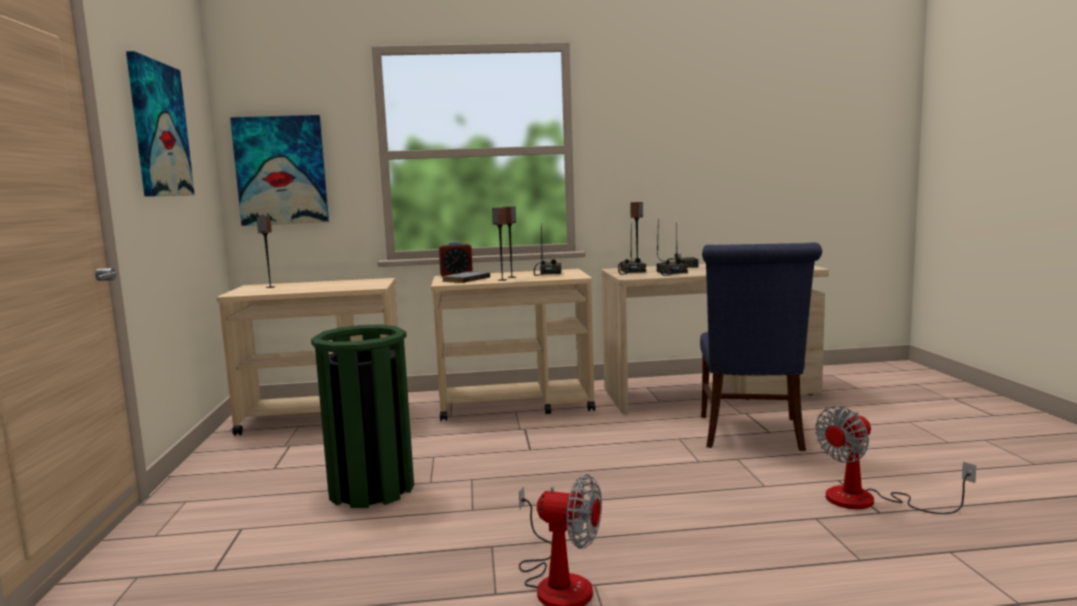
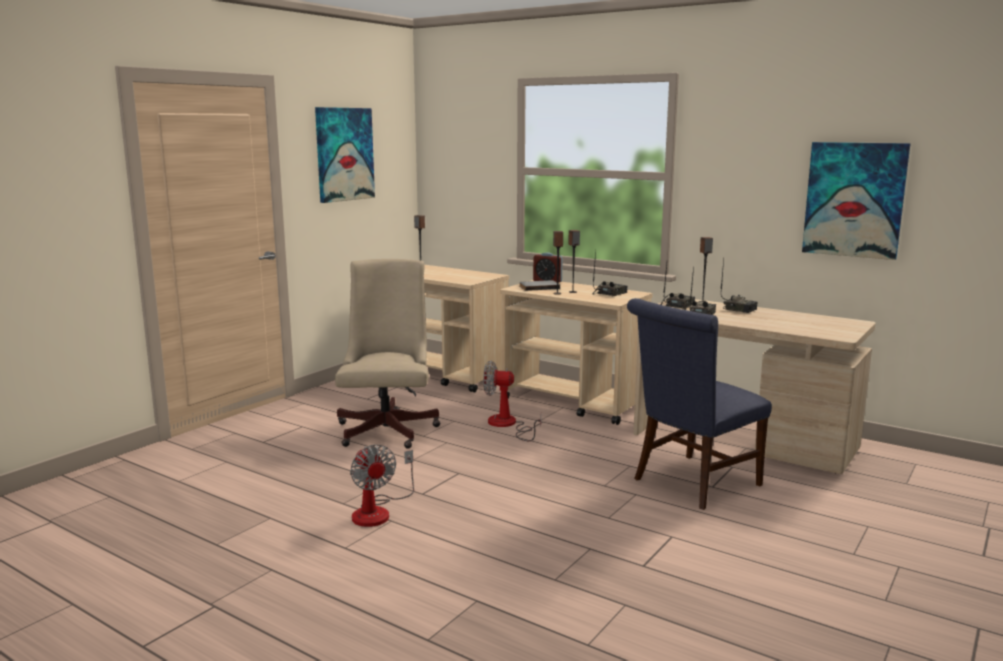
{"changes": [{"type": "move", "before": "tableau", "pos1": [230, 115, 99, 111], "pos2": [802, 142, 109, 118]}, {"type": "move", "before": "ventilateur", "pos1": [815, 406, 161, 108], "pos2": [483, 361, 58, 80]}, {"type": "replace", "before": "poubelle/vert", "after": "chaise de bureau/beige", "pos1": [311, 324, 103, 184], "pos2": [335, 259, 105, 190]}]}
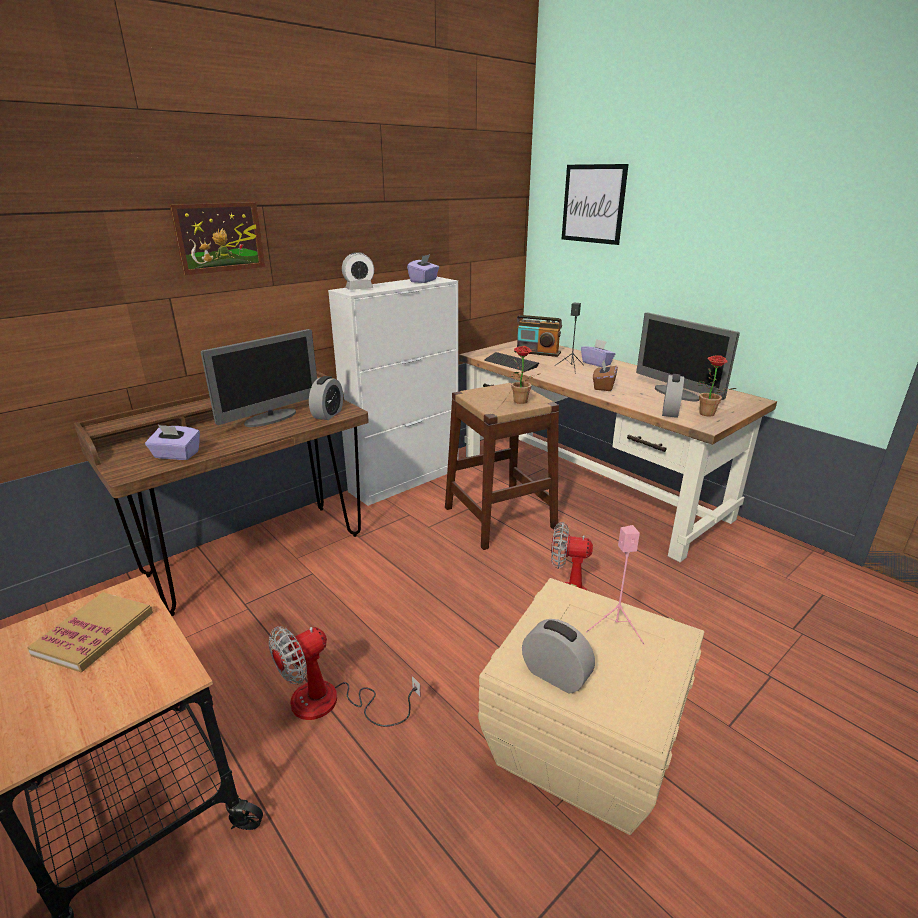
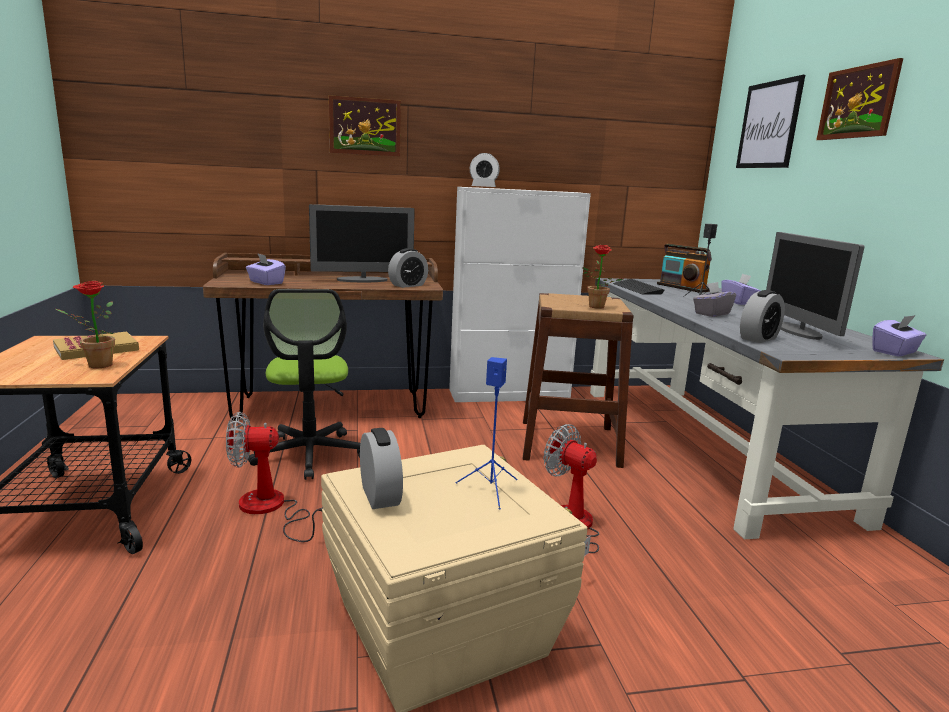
{"changes": [{"type": "insert", "after": "chaise de bureau", "pos2": [248, 289, 112, 191]}, {"type": "insert", "after": "tableau", "pos2": [816, 58, 87, 82]}, {"type": "move", "before": "boîte à mouchoirs/violet", "pos1": [407, 254, 32, 29], "pos2": [872, 315, 55, 42]}, {"type": "move", "before": "plante en pot", "pos1": [697, 355, 39, 62], "pos2": [56, 281, 59, 87]}, {"type": "recolor", "before": "bureau/marron", "after": "bureau/gris", "pos1": [459, 340, 318, 222], "pos2": [590, 278, 354, 261]}, {"type": "recolor", "before": "enceinte/rose", "after": "enceinte/bleu", "pos1": [586, 525, 59, 120], "pos2": [456, 357, 61, 153]}, {"type": "recolor", "before": "boîte à mouchoirs/marron", "after": "boîte à mouchoirs/gris", "pos1": [593, 360, 25, 31], "pos2": [693, 282, 43, 35]}]}
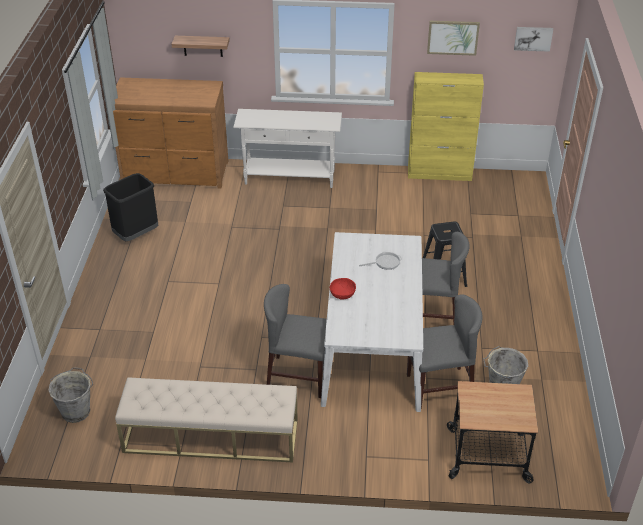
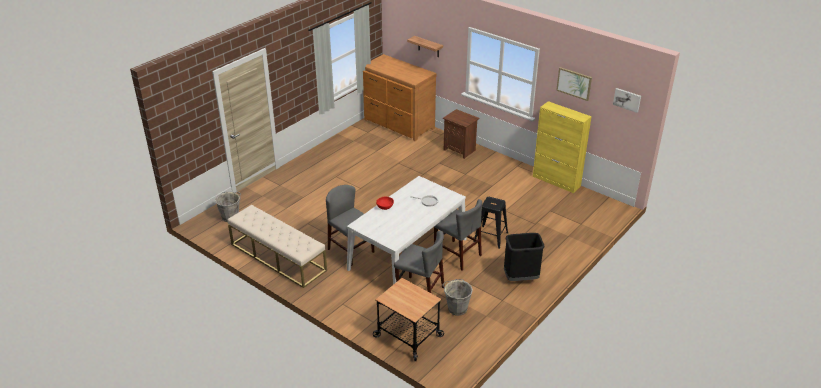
{"changes": [{"type": "move", "before": "poubelle/noir", "pos1": [103, 173, 55, 68], "pos2": [504, 233, 41, 48]}, {"type": "replace", "before": "table console/blanc", "after": "table de chevet/marron", "pos1": [233, 109, 109, 79], "pos2": [443, 109, 37, 50]}]}
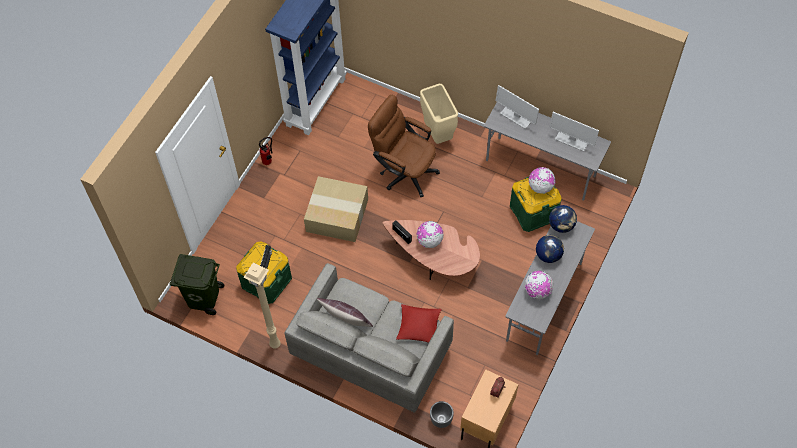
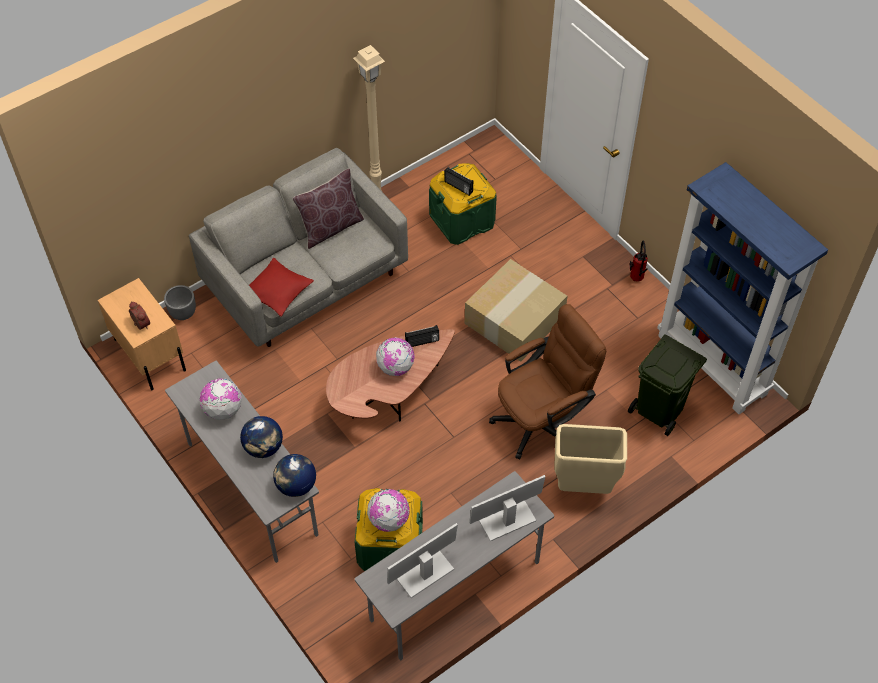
{"changes": [{"type": "move", "before": "poubelle/vert", "pos1": [170, 254, 54, 61], "pos2": [628, 335, 79, 101]}]}
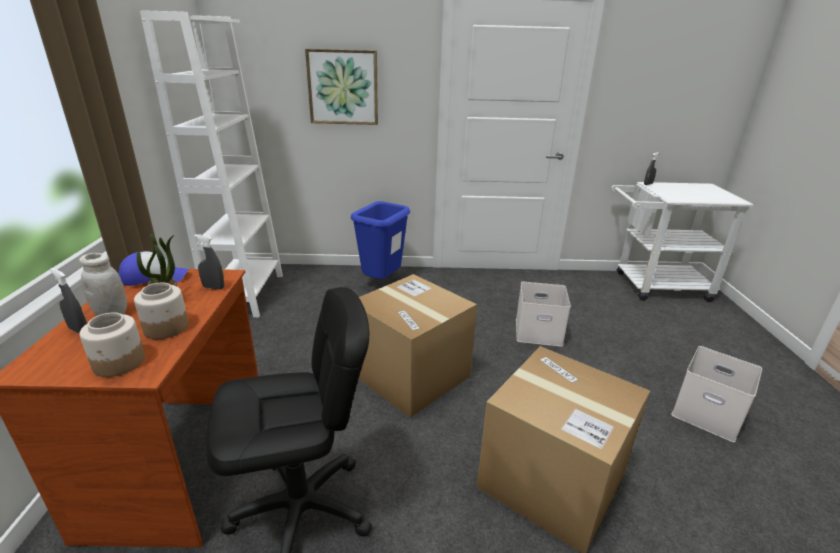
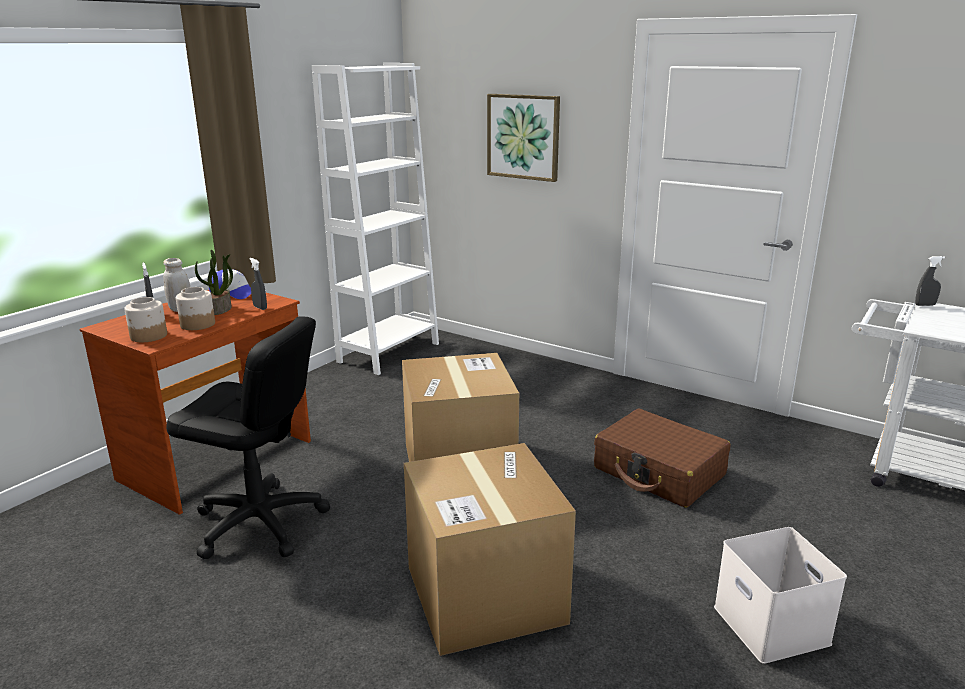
{"changes": [{"type": "delete", "before": "poubelle/bleu", "pos1": [351, 201, 59, 78]}, {"type": "replace", "before": "boîte de rangement/blanc", "after": "valise/marron", "pos1": [516, 282, 55, 65], "pos2": [594, 409, 137, 99]}]}
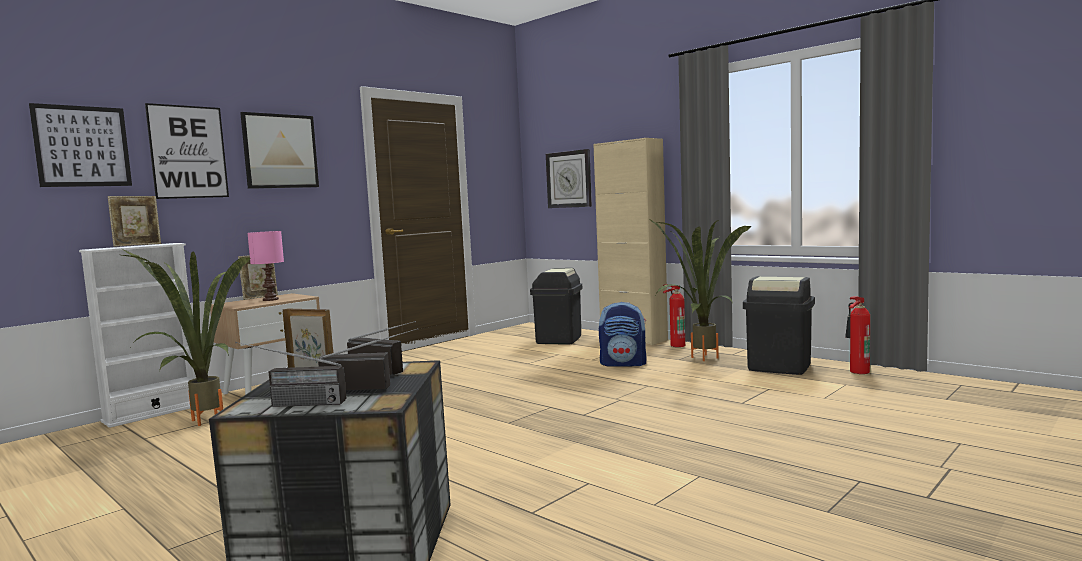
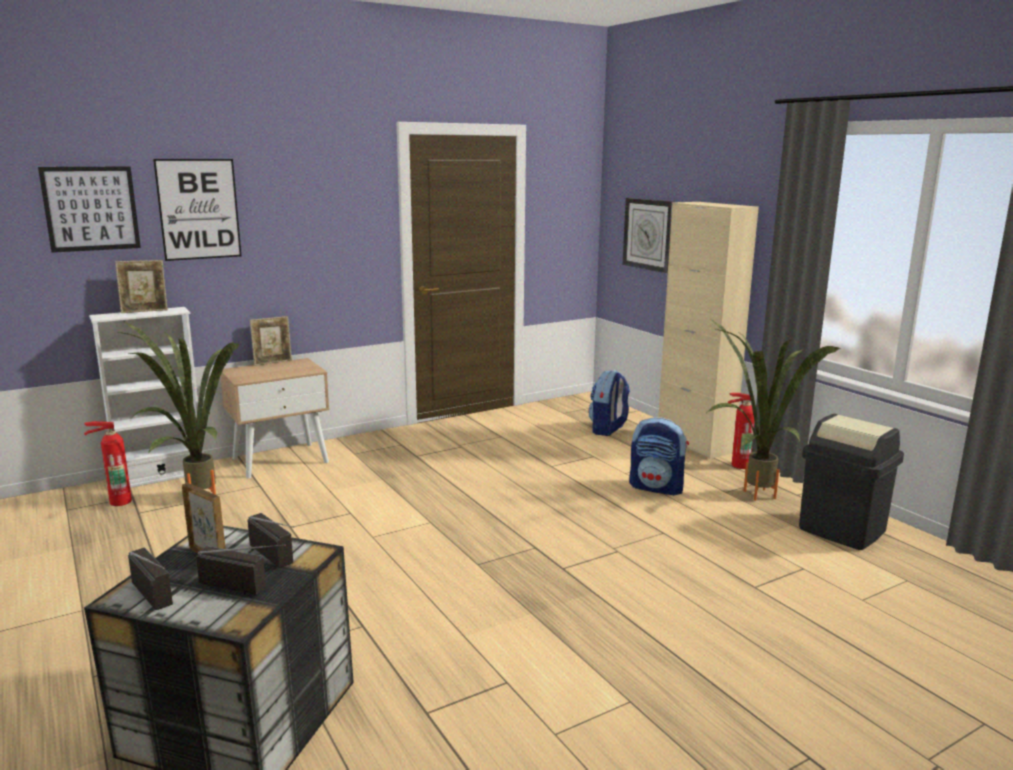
{"changes": [{"type": "delete", "before": "tableau", "pos1": [240, 112, 79, 77]}, {"type": "delete", "before": "lampe de table/rose", "pos1": [247, 231, 37, 70]}, {"type": "move", "before": "extincteur", "pos1": [845, 296, 25, 78], "pos2": [84, 421, 48, 85]}, {"type": "replace", "before": "poubelle/noir", "after": "sac à dos", "pos1": [530, 268, 52, 76], "pos2": [588, 370, 42, 66]}, {"type": "rotate", "before": "radio", "pos1": [235, 342, 111, 65], "pos2": [128, 547, 45, 63], "turn": -150}]}
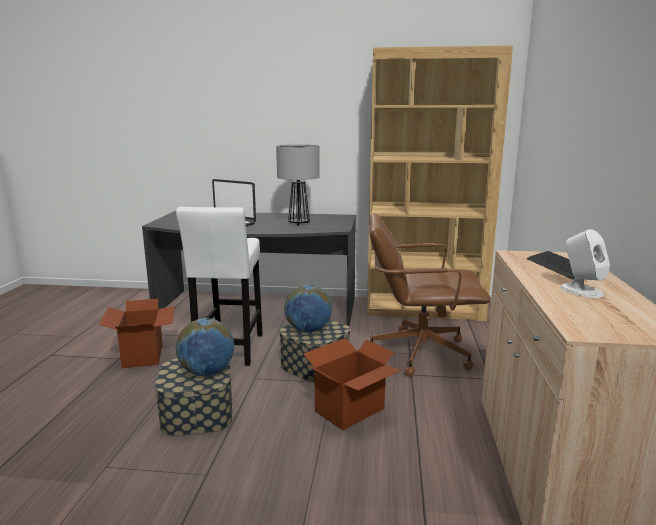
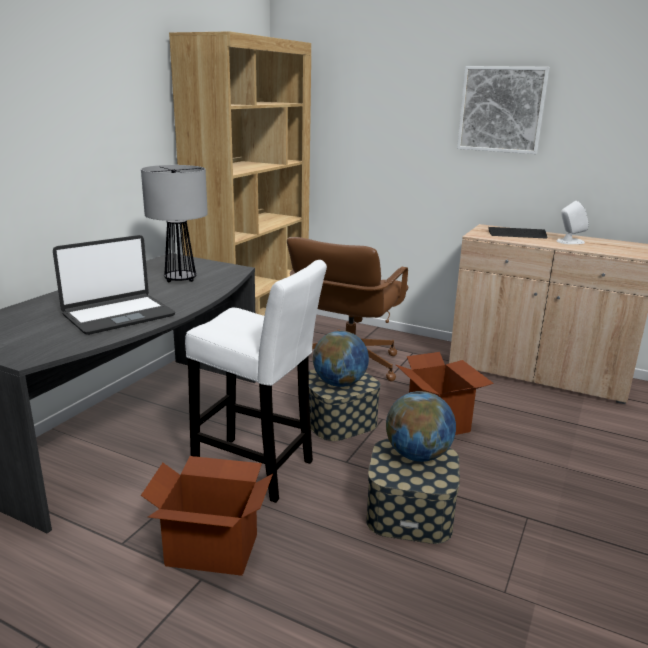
{"changes": [{"type": "insert", "after": "tableau", "pos2": [457, 66, 93, 88]}]}
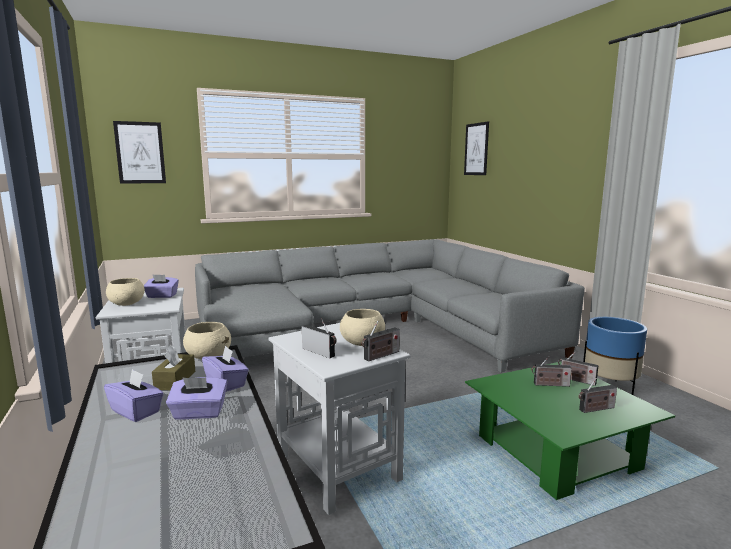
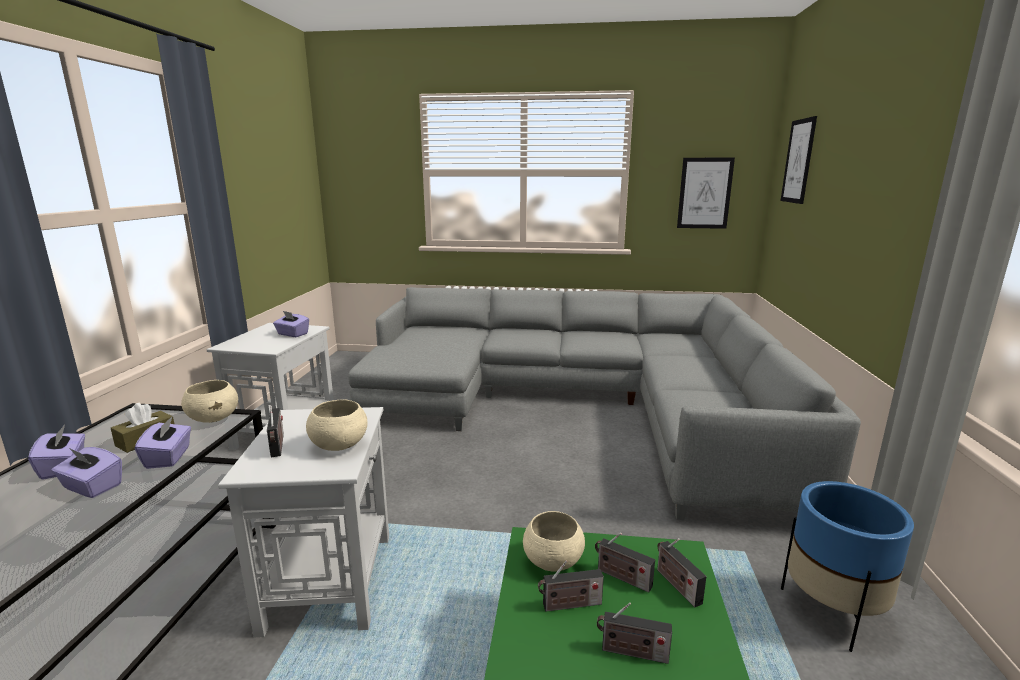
{"changes": [{"type": "move", "before": "bol/beige", "pos1": [106, 278, 39, 28], "pos2": [523, 511, 62, 61]}, {"type": "move", "before": "tableau", "pos1": [113, 121, 53, 63], "pos2": [677, 158, 58, 71]}, {"type": "move", "before": "radio", "pos1": [362, 321, 38, 41], "pos2": [538, 561, 66, 51]}]}
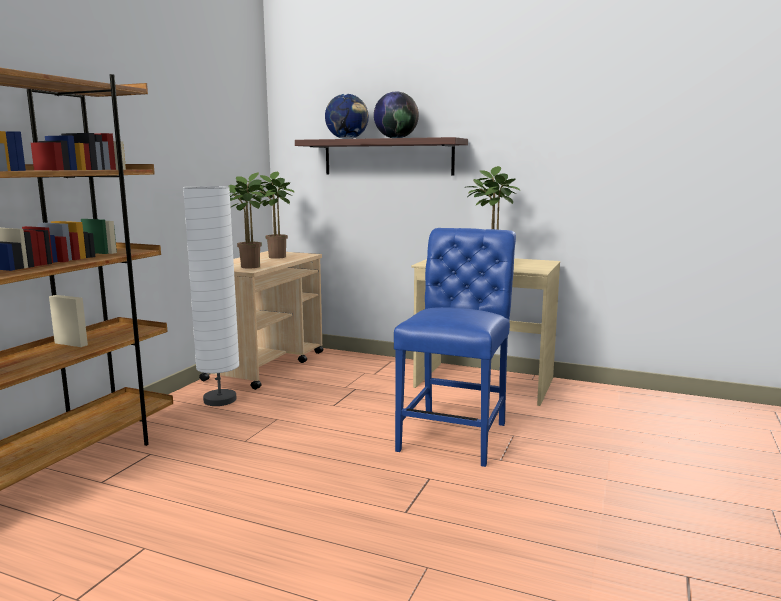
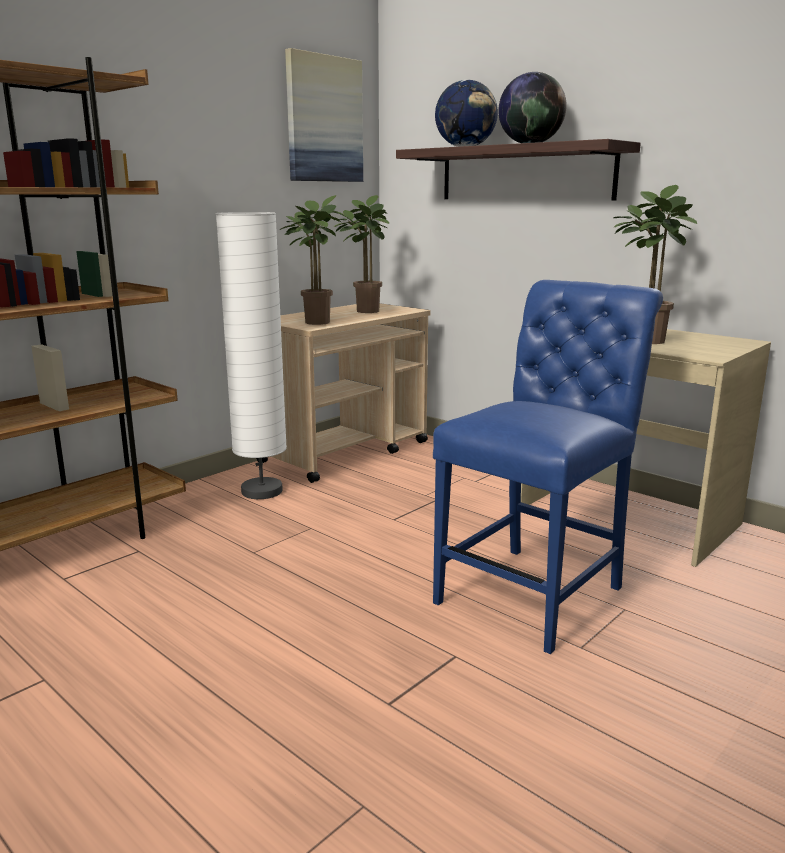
{"changes": [{"type": "insert", "after": "tableau", "pos2": [285, 48, 78, 134]}]}
